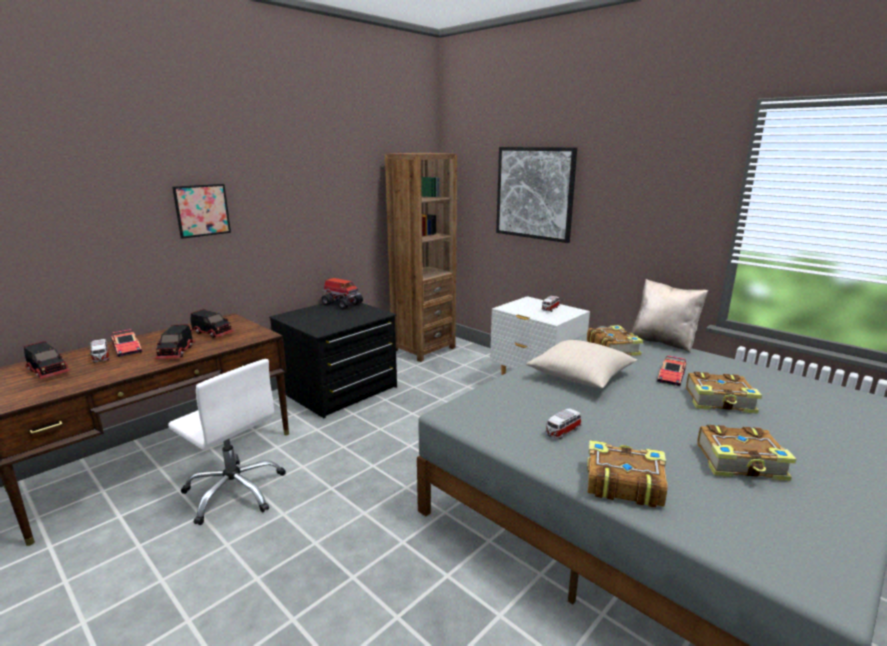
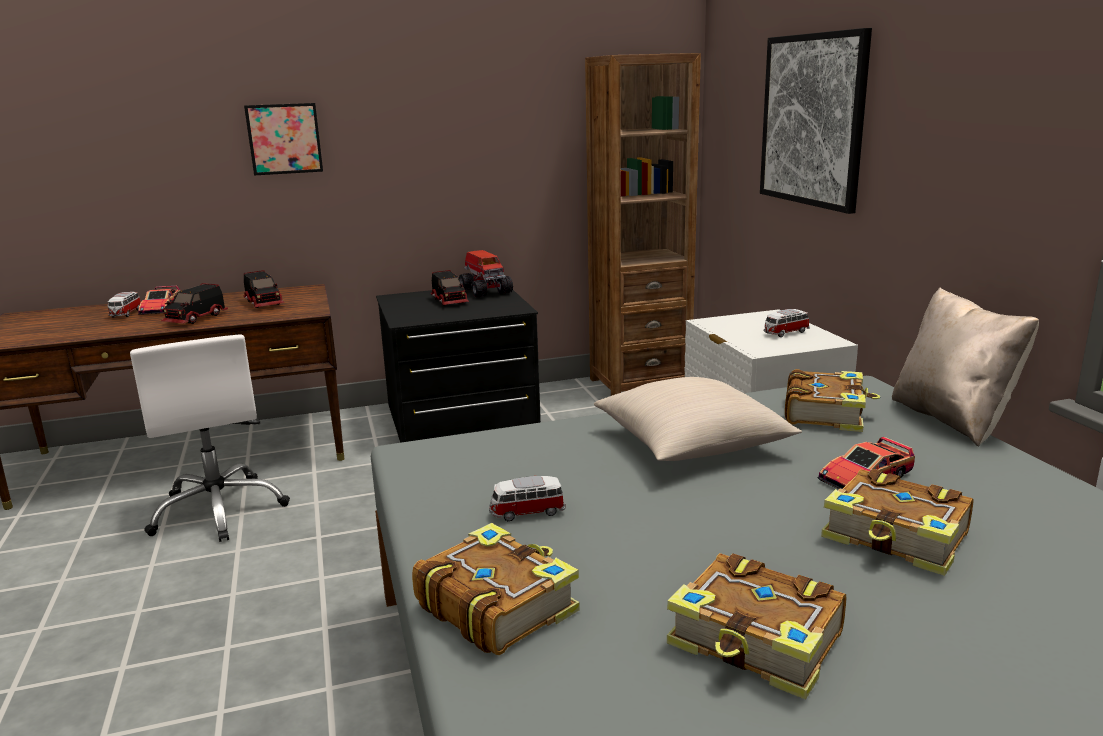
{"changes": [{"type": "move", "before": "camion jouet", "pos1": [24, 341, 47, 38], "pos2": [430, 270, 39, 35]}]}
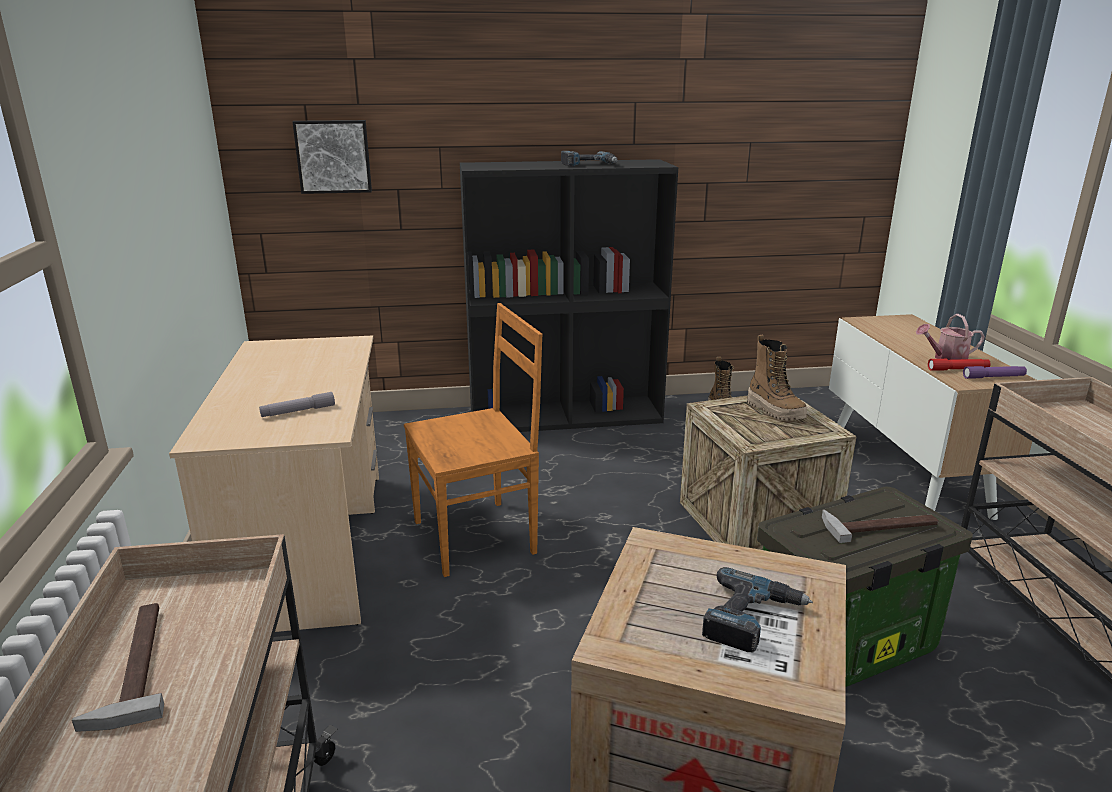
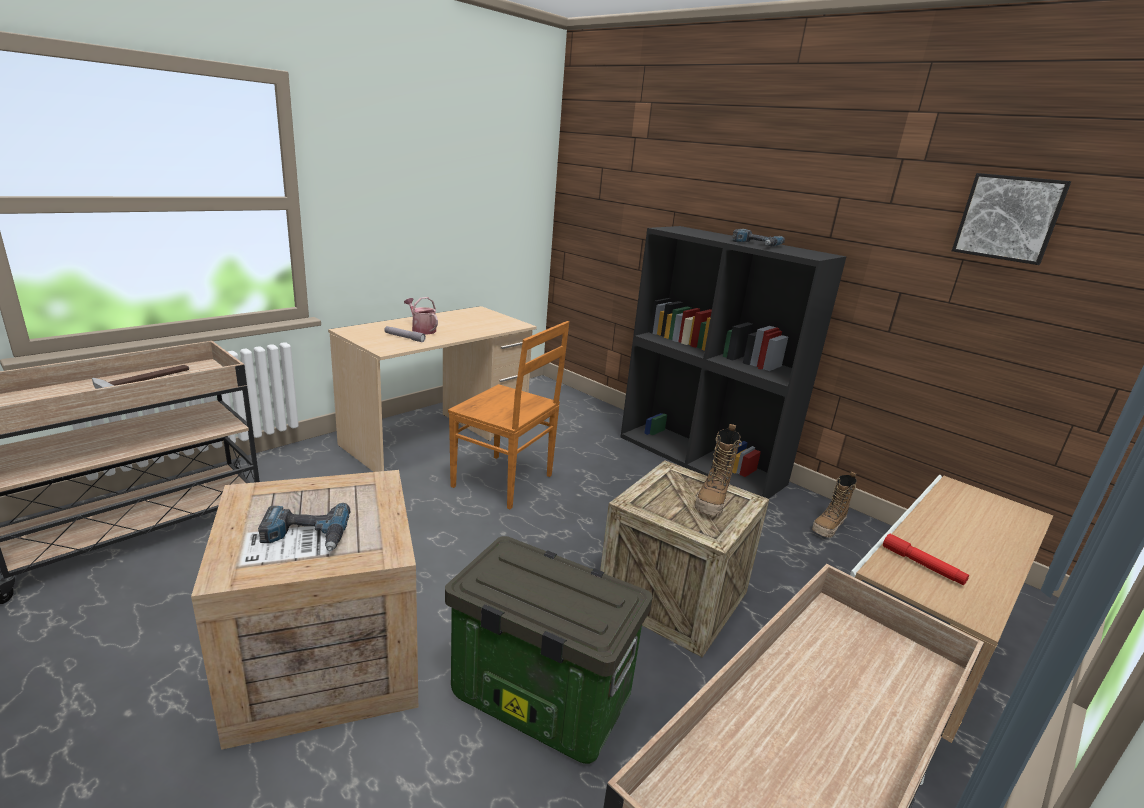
{"changes": [{"type": "delete", "before": "marteau", "pos1": [822, 509, 116, 34]}, {"type": "delete", "before": "lampe de poche/violet", "pos1": [963, 366, 64, 13]}, {"type": "move", "before": "tableau", "pos1": [292, 120, 80, 74], "pos2": [952, 173, 119, 92]}, {"type": "move", "before": "arrosoir", "pos1": [916, 314, 69, 46], "pos2": [404, 297, 34, 38]}]}
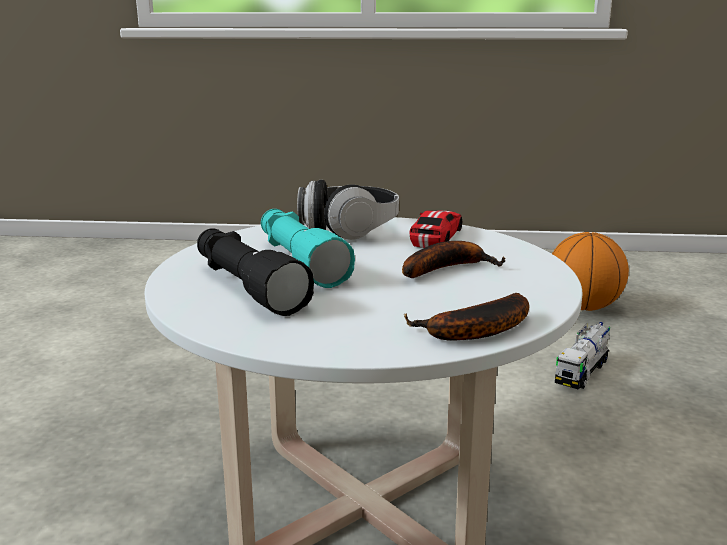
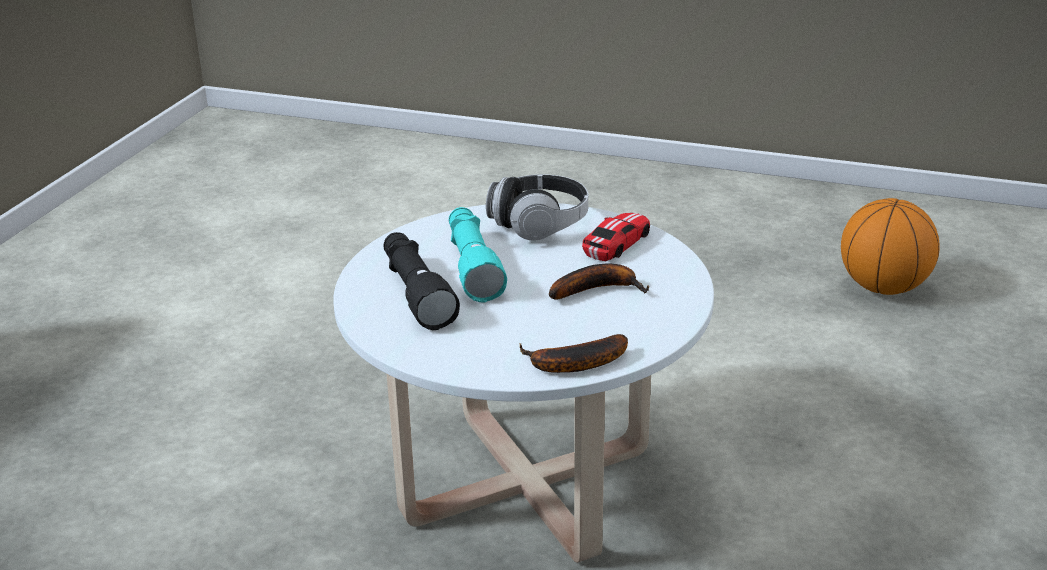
{"changes": [{"type": "delete", "before": "camion jouet", "pos1": [555, 322, 55, 67]}]}
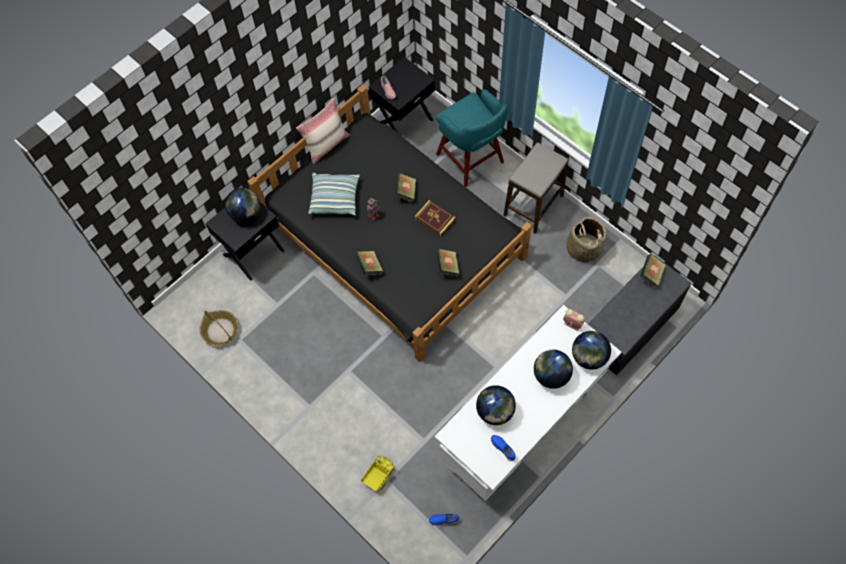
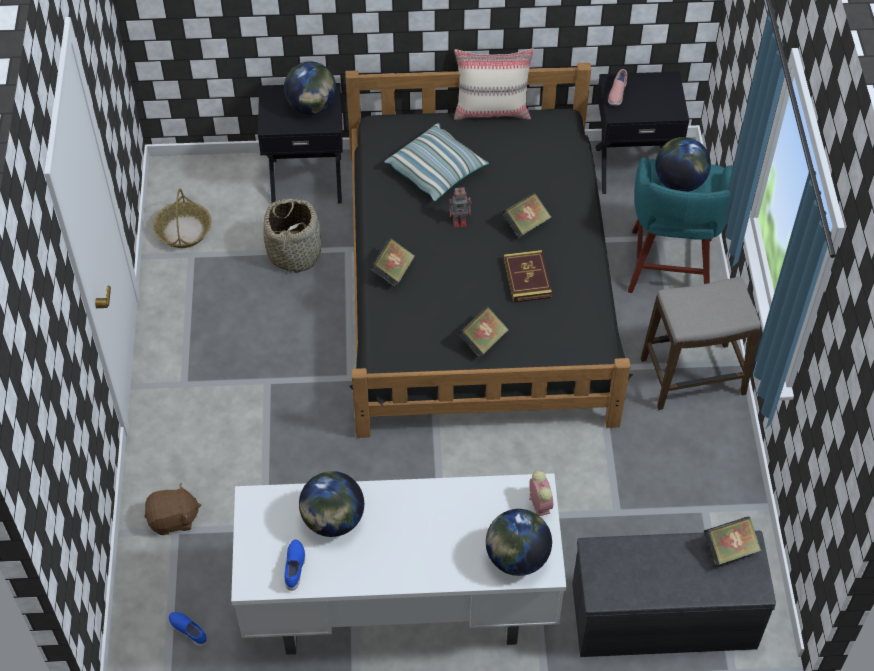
{"changes": [{"type": "move", "before": "globe", "pos1": [534, 350, 39, 39], "pos2": [655, 137, 56, 55]}, {"type": "move", "before": "panier", "pos1": [567, 217, 40, 45], "pos2": [263, 198, 58, 75]}, {"type": "replace", "before": "camion jouet", "after": "peluche/marron", "pos1": [361, 455, 33, 37], "pos2": [144, 483, 57, 52]}]}
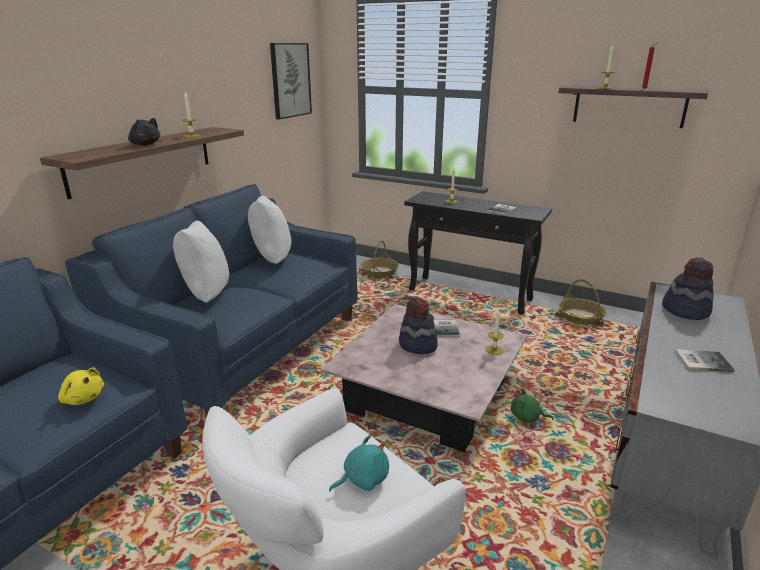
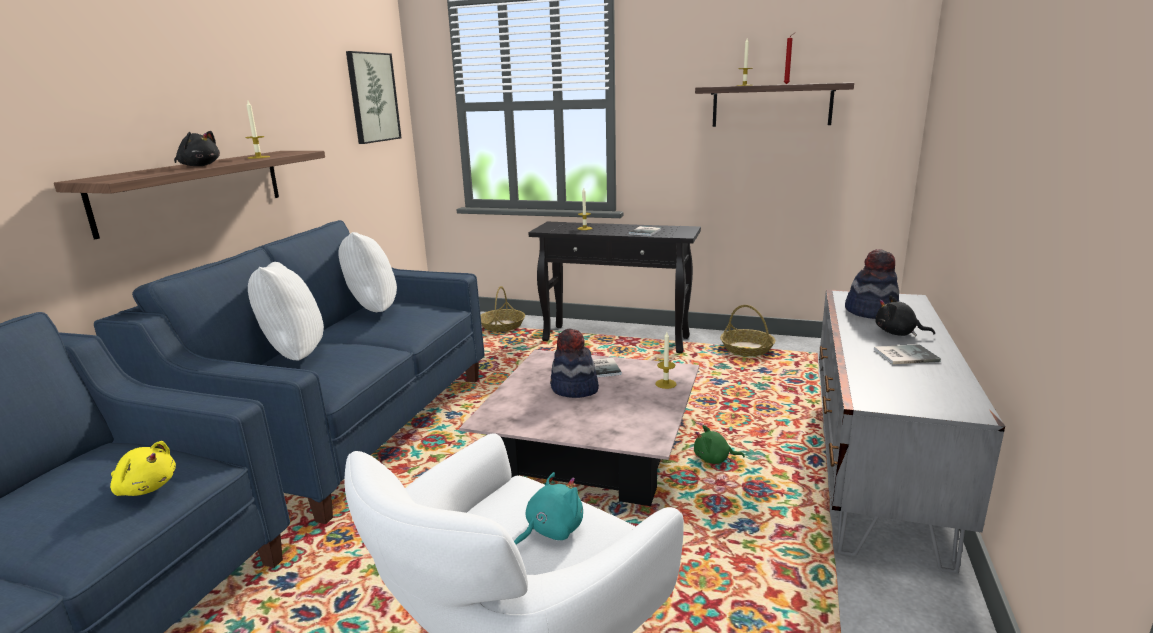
{"changes": [{"type": "insert", "after": "peluche/noir", "pos2": [875, 295, 60, 41]}]}
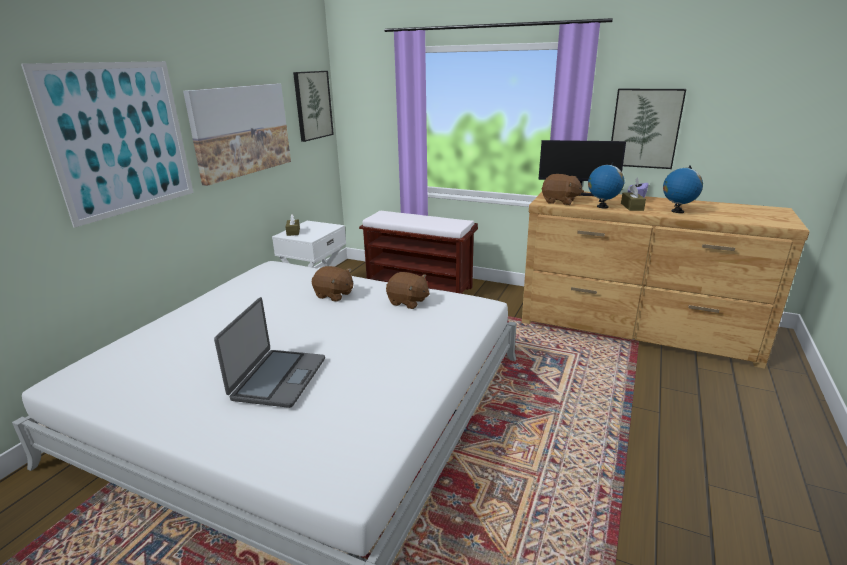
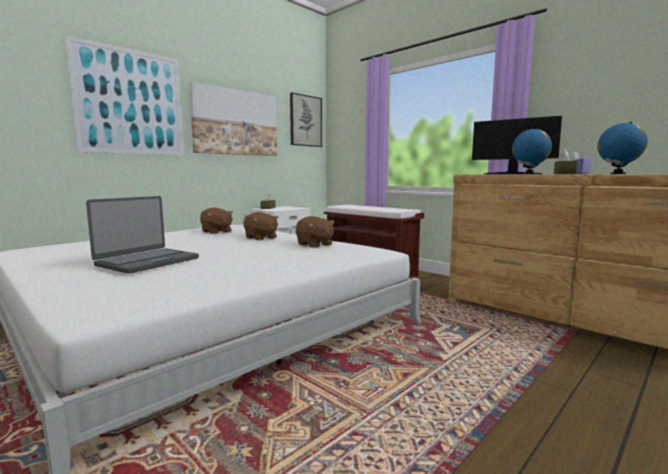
{"changes": [{"type": "delete", "before": "tableau", "pos1": [611, 89, 75, 80]}, {"type": "move", "before": "peluche/marron", "pos1": [542, 174, 42, 31], "pos2": [200, 207, 33, 27]}]}
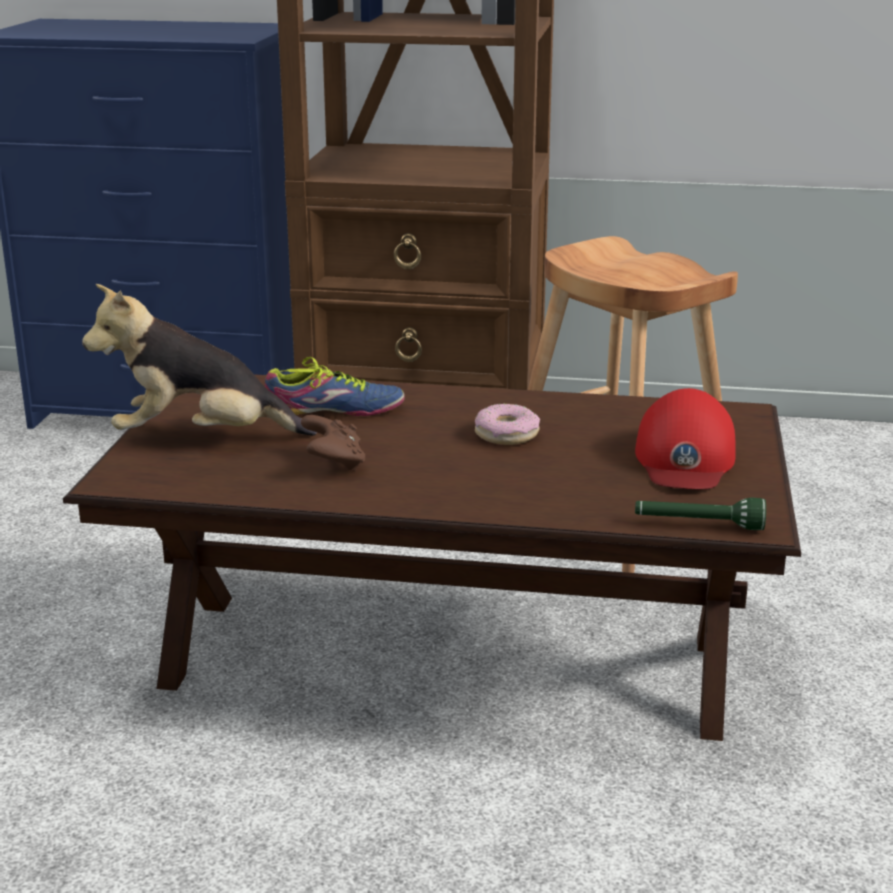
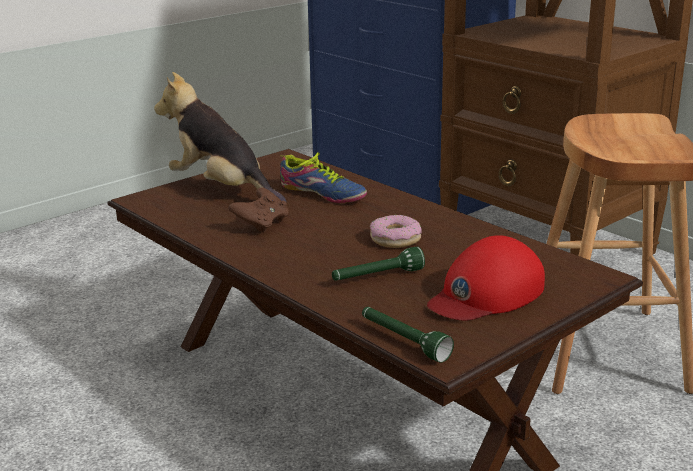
{"changes": [{"type": "insert", "after": "lampe de poche/vert", "pos2": [332, 247, 93, 34]}]}
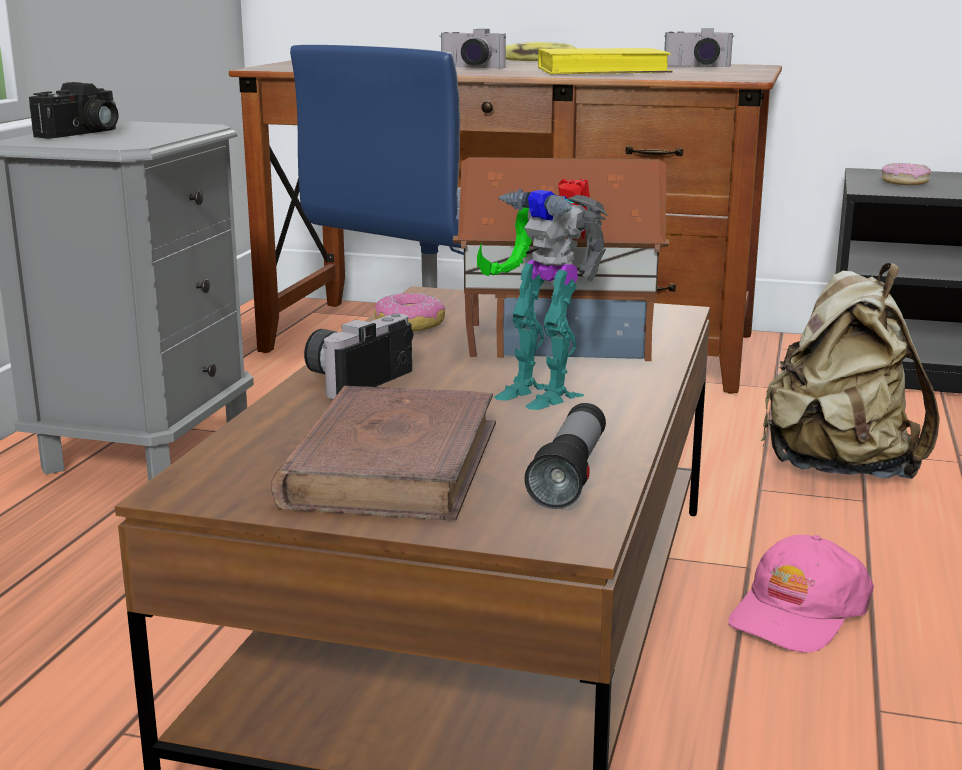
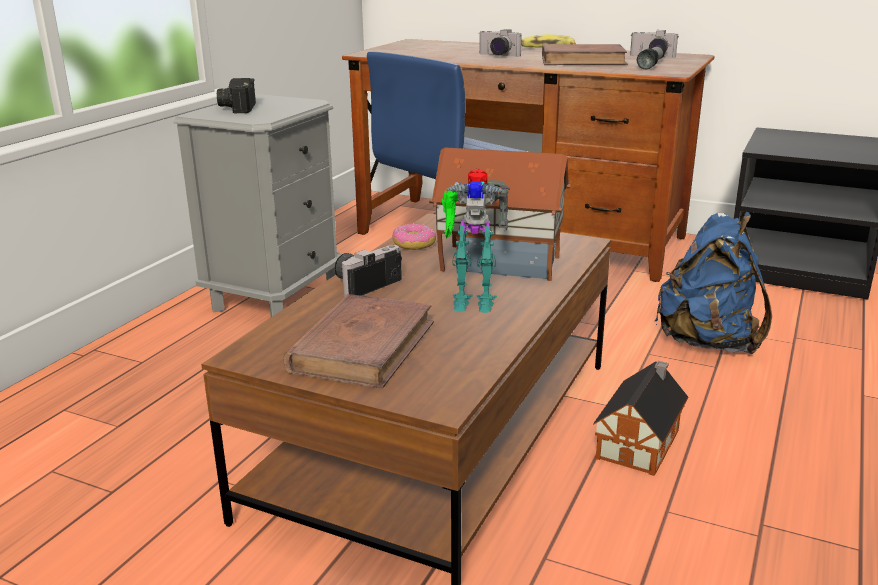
{"changes": [{"type": "delete", "before": "beignet", "pos1": [881, 163, 50, 22]}, {"type": "move", "before": "lampe de poche", "pos1": [524, 403, 82, 106], "pos2": [637, 45, 28, 25]}, {"type": "replace", "before": "casquette/rose", "after": "maison miniature", "pos1": [728, 535, 146, 118], "pos2": [593, 361, 95, 115]}, {"type": "recolor", "before": "livre/jaune", "after": "livre/marron", "pos1": [538, 48, 135, 26], "pos2": [542, 44, 86, 21]}, {"type": "recolor", "before": "sac à dos/beige", "after": "sac à dos/bleu", "pos1": [761, 263, 179, 216], "pos2": [654, 211, 118, 143]}, {"type": "rotate", "before": "appareil photo", "pos1": [29, 82, 89, 57], "pos2": [217, 78, 39, 35], "turn": 135}, {"type": "rotate", "before": "robot jouet", "pos1": [477, 178, 131, 232], "pos2": [442, 169, 68, 144], "turn": -45}]}
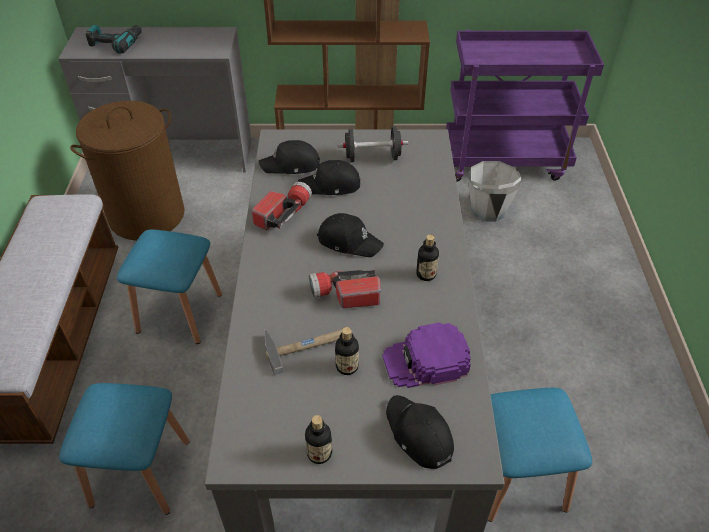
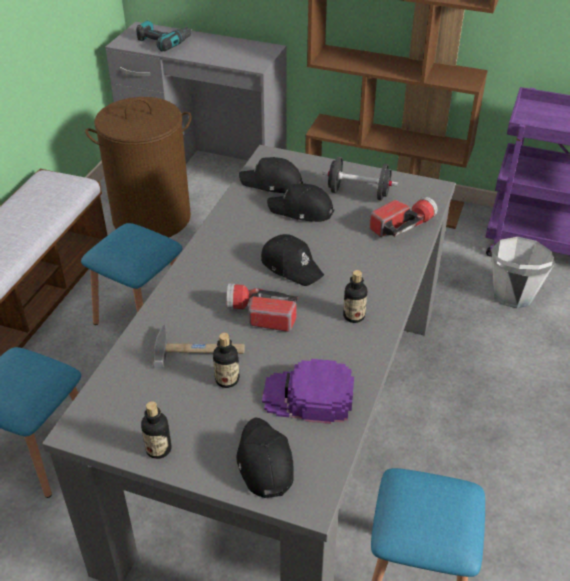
{"changes": [{"type": "move", "before": "lampe de poche", "pos1": [251, 182, 61, 48], "pos2": [369, 197, 69, 40]}]}
